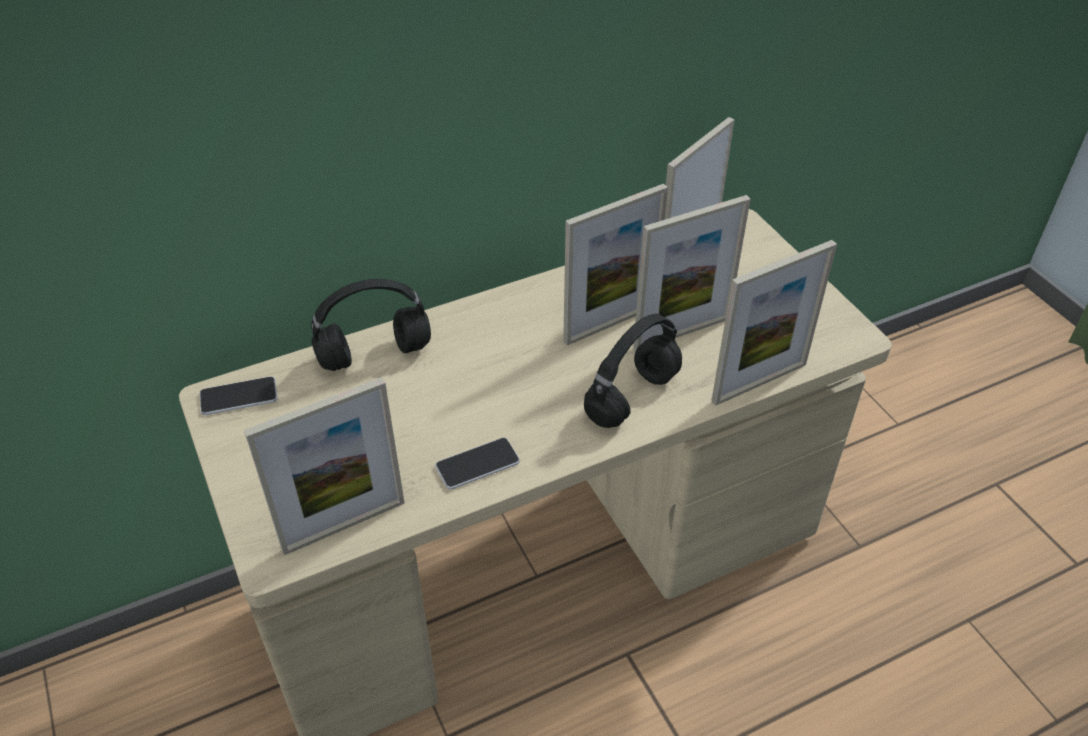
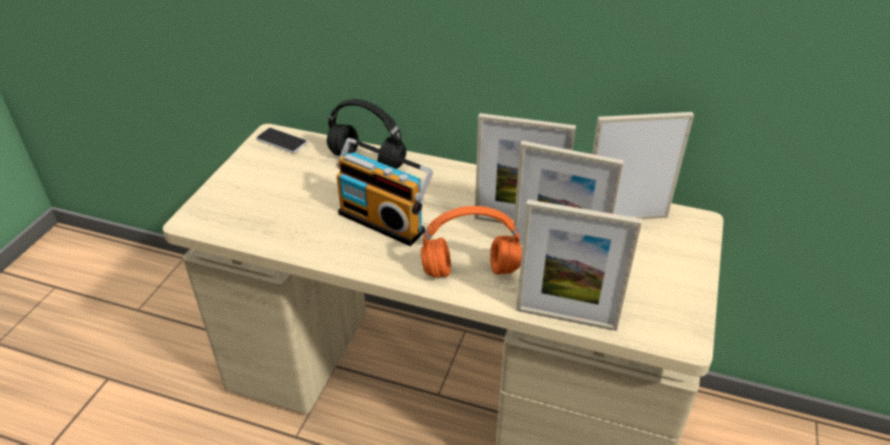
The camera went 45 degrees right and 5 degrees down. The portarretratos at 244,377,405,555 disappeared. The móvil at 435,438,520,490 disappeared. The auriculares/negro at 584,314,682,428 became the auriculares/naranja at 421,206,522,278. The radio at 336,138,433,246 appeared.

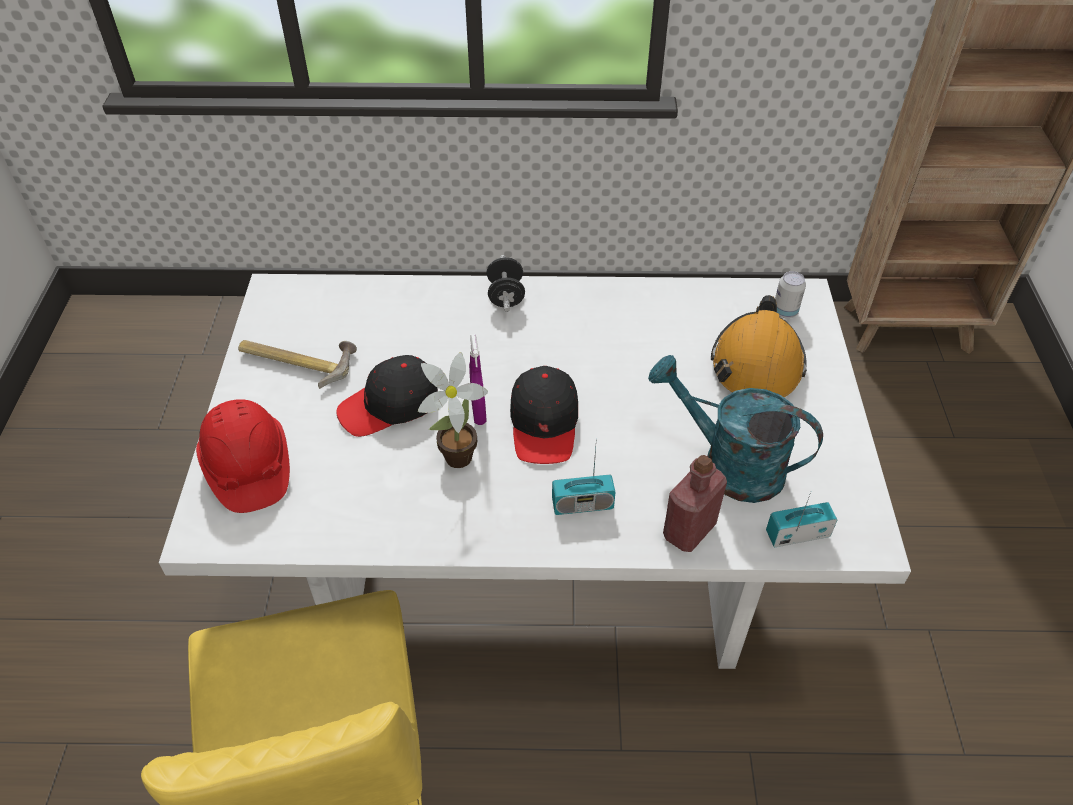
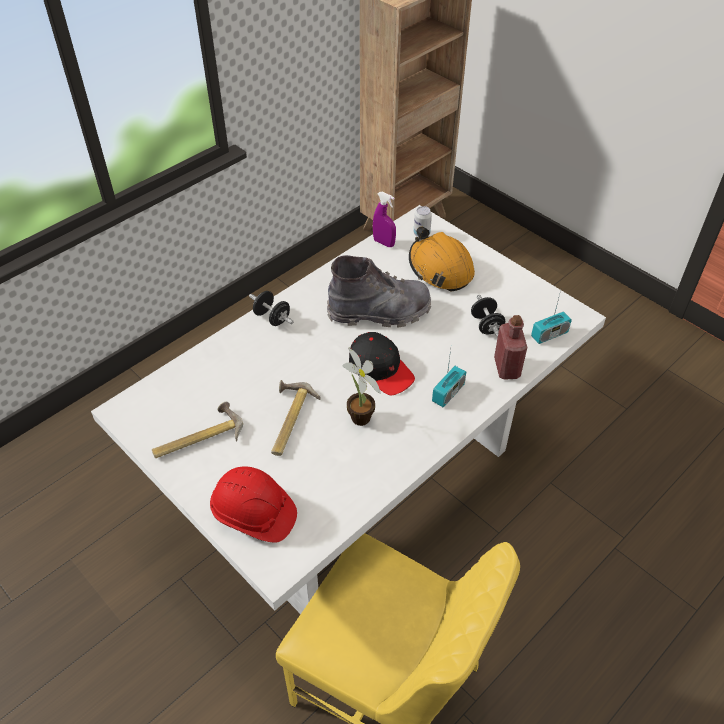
The camera went 45 degrees left and 0 degrees up. The gorra/negro at 336,355,438,437 was replaced by the martillo at 271,380,321,456. The pulverizador/morado moved from 469,334,486,425 to 373,192,396,247. The regadera/turquesa at 648,355,823,503 was replaced by the mancuerna/negro at 471,295,505,338. The radio at 766,492,837,547 turned 150 degrees counterclockwise. The bota/gris at 327,255,431,328 appeared.

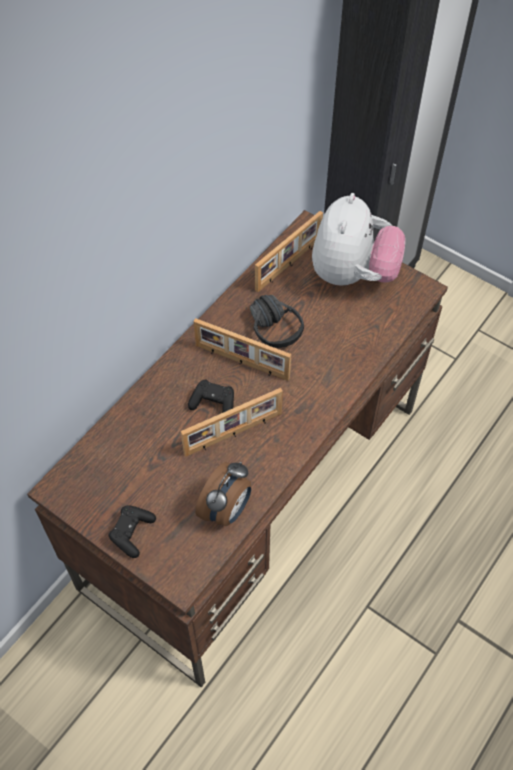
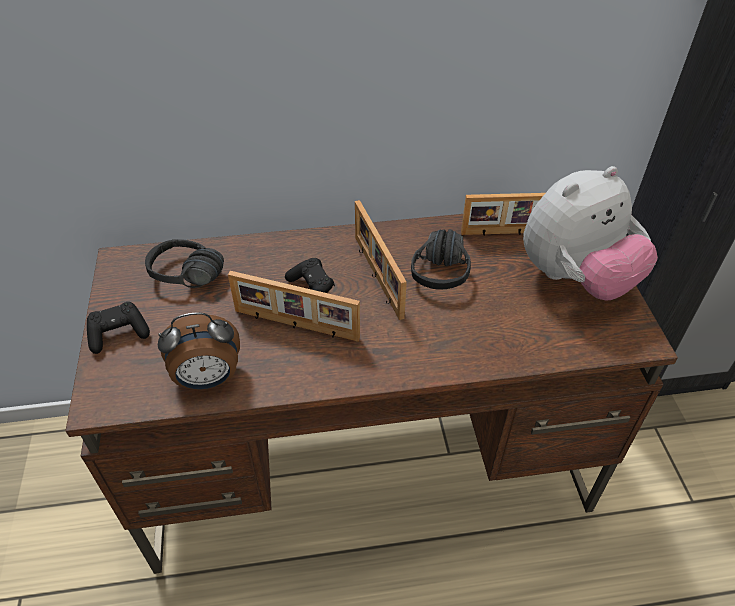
The camera went 45 degrees right and 10 degrees down. The auriculares/negro at 145,239,224,288 appeared.

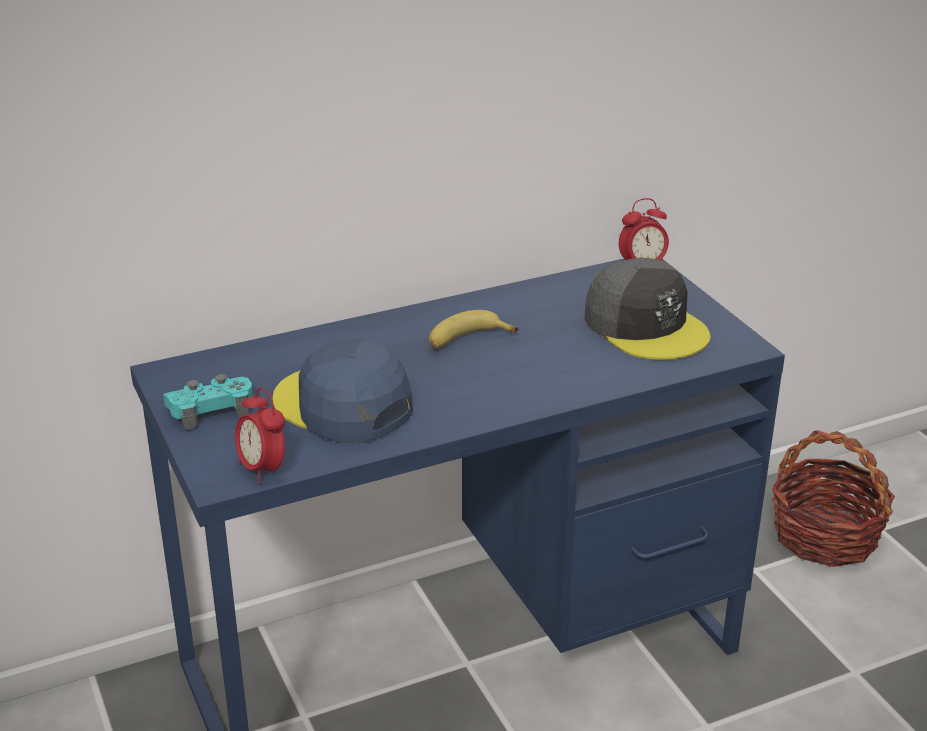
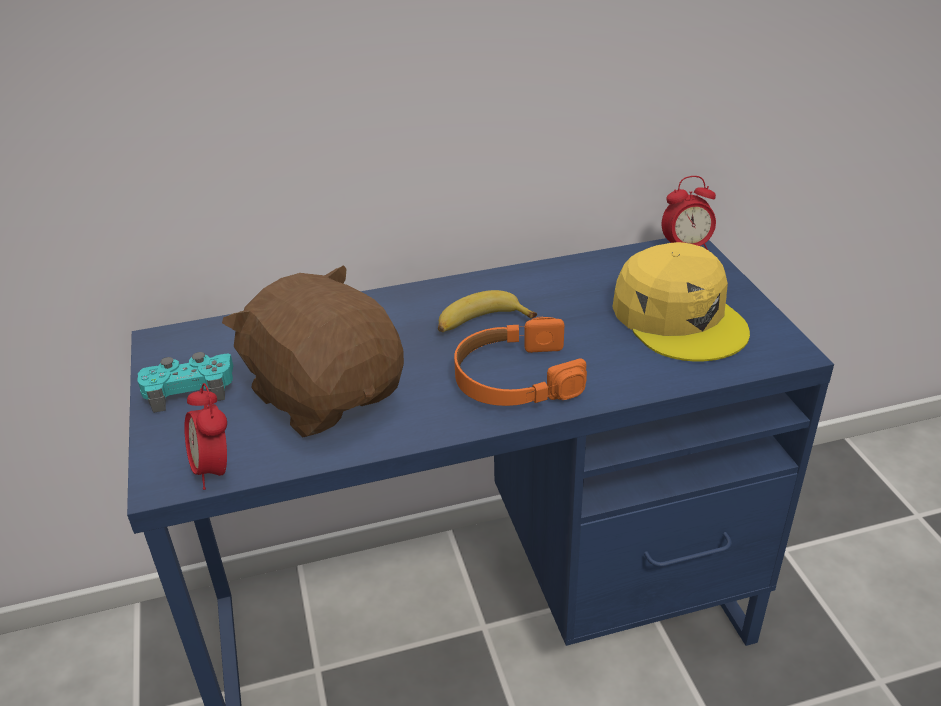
The camera went 10 degrees right and 5 degrees up. The gorra/azul at 273,338,413,443 was replaced by the peluche/marrón at 222,265,404,437. The gorra/gris at 585,257,711,360 became the gorra/amarillo at 613,242,750,362. The cesta at 772,430,895,567 disappeared. The auriculares/naranja at 454,316,587,406 appeared.

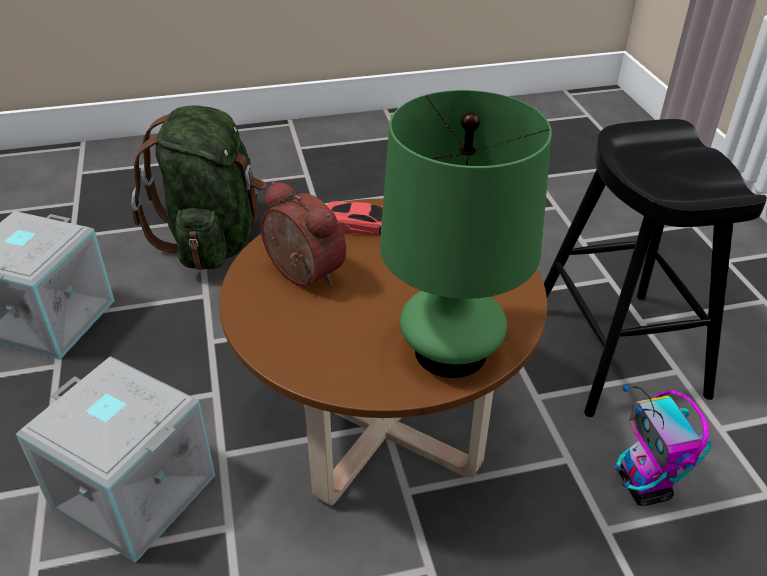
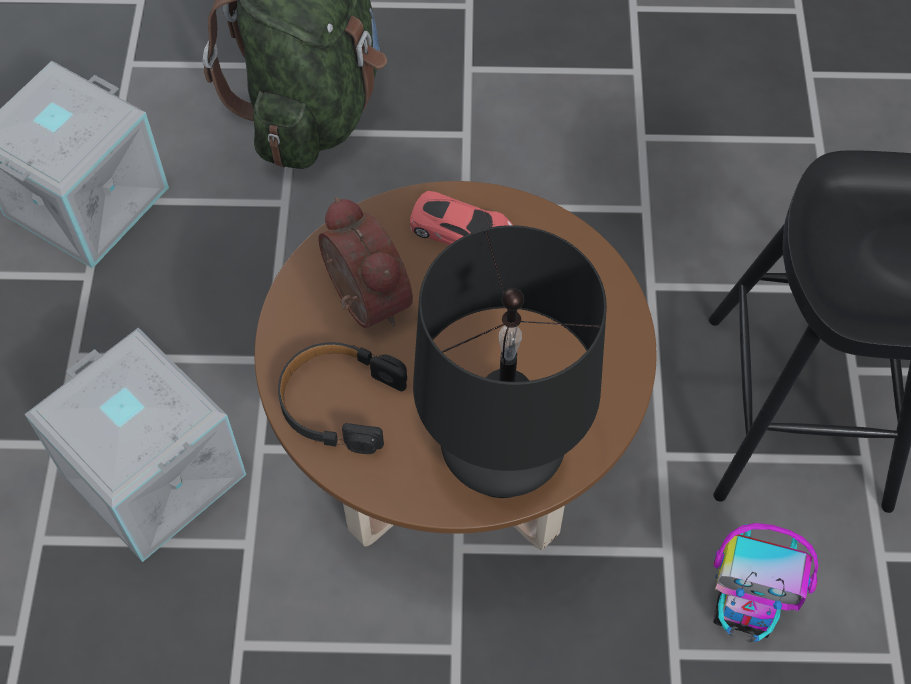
The camera went 15 degrees right and 20 degrees up. The lámpara de mesa/verde at 380,90,552,378 became the lámpara de mesa/negro at 413,225,607,498. The robot de juguete at 615,385,711,506 turned 75 degrees counterclockwise. The auriculares/negro at 278,342,407,454 appeared.

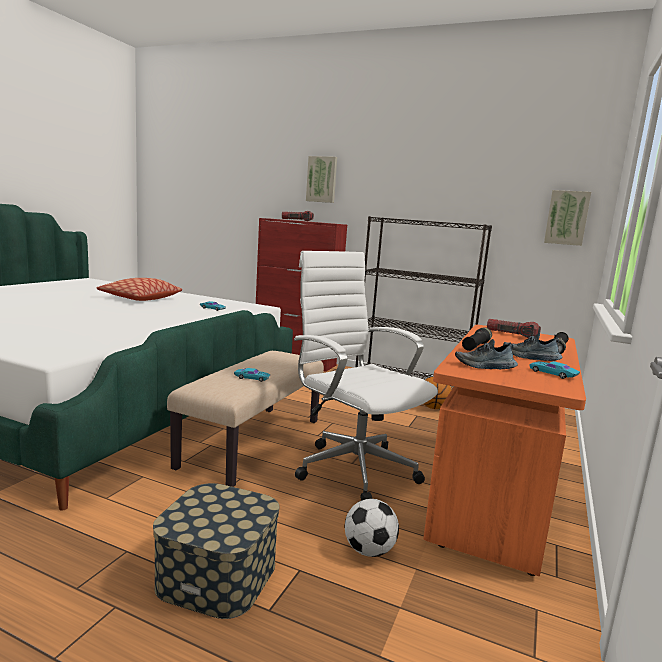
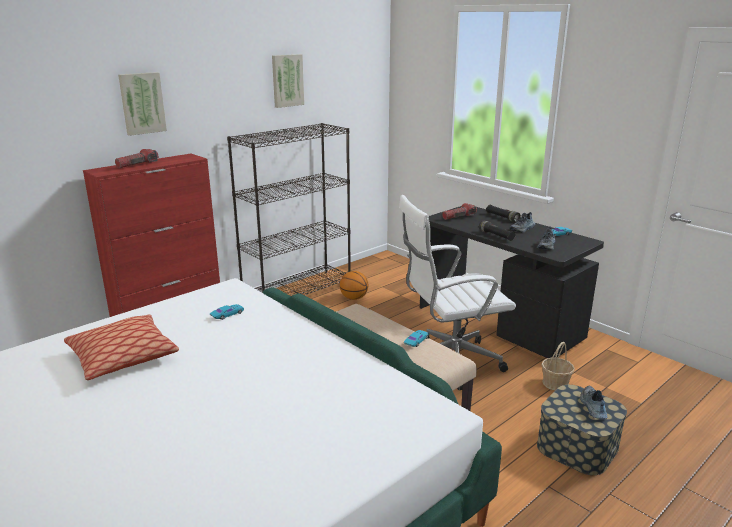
The camera went 65 degrees left and 10 degrees up. The balón de fútbol at 345,499,399,557 was replaced by the cesta at 541,342,575,390. The escritorio/naranja at 423,325,586,577 became the escritorio/negro at 420,206,604,358. The cuadro moved from 544,190,591,246 to 272,54,304,108. The zapato at 580,385,608,419 appeared.

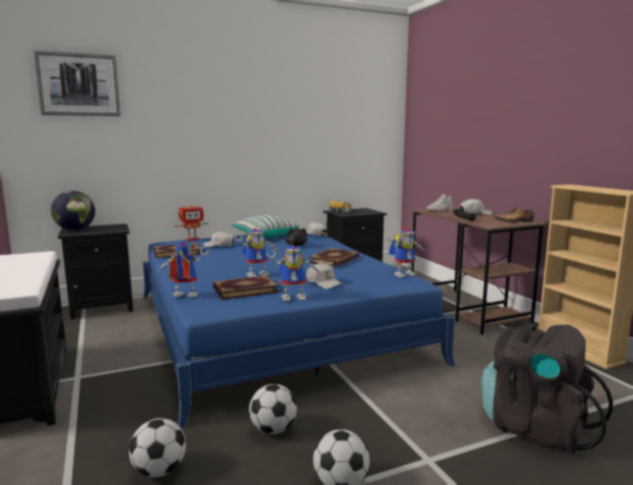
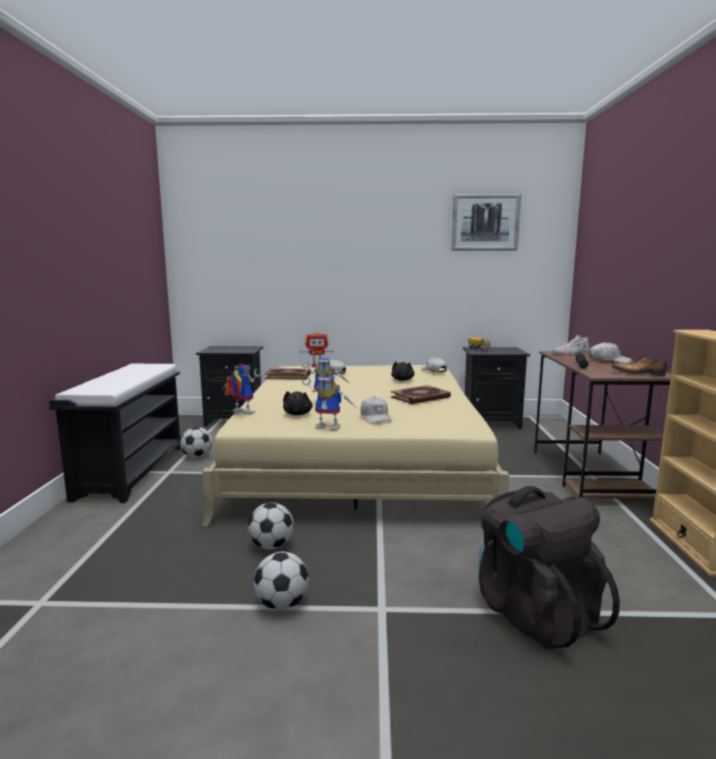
The camera went 25 degrees right and 0 degrees up. The cuadro moved from 33,50,121,116 to 451,194,521,251. The globo terráqueo at 51,191,95,231 disappeared. The balón de fútbol moved from 129,418,186,477 to 180,427,212,458. The cama/azul at 143,229,456,428 became the cama/beis at 202,365,509,527. The libro at 213,275,279,300 was replaced by the peluche/negro at 283,391,313,415. The cojín at 231,215,300,238 disappeared. The robot de juguete at 387,228,425,278 disappeared.

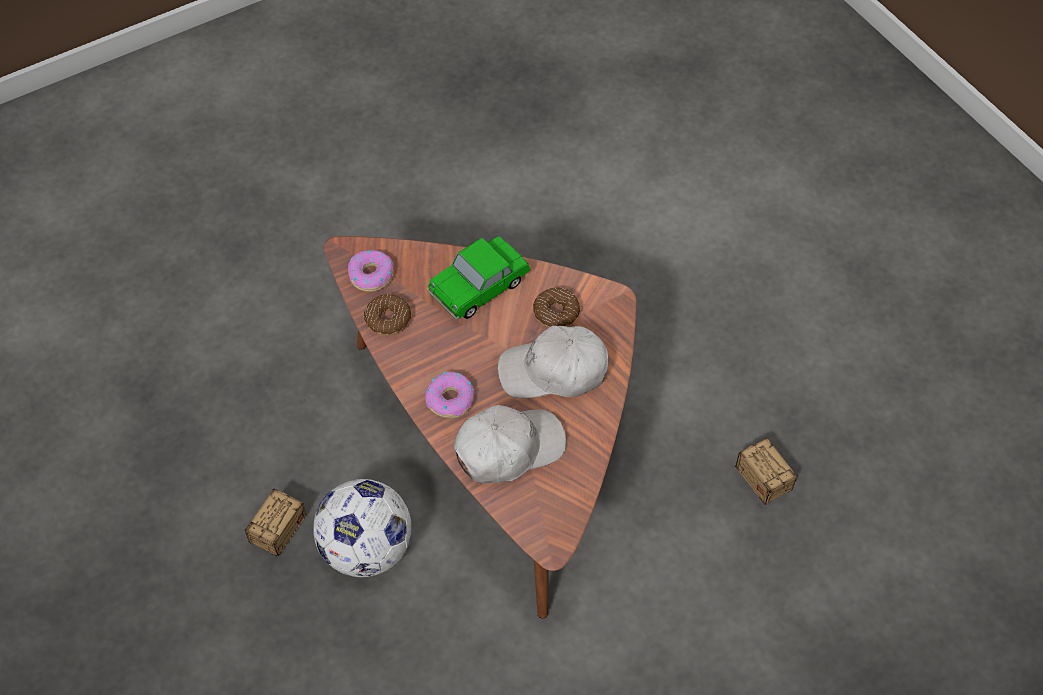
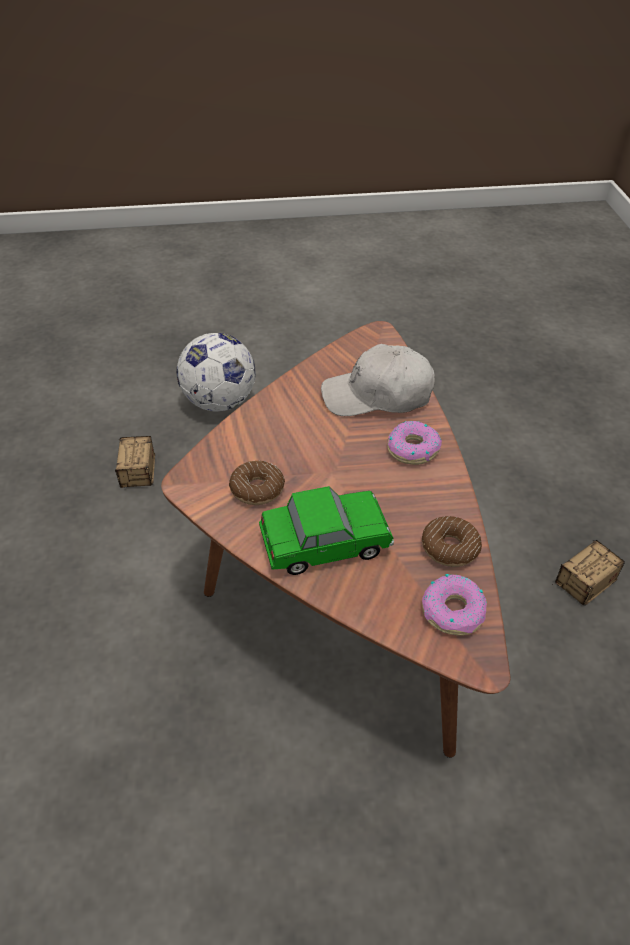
The camera went 155 degrees left and 10 degrees down. The balón de fútbol moved from 313,479,411,577 to 177,333,256,412. The gorra/blanco at 498,326,608,398 disappeared.

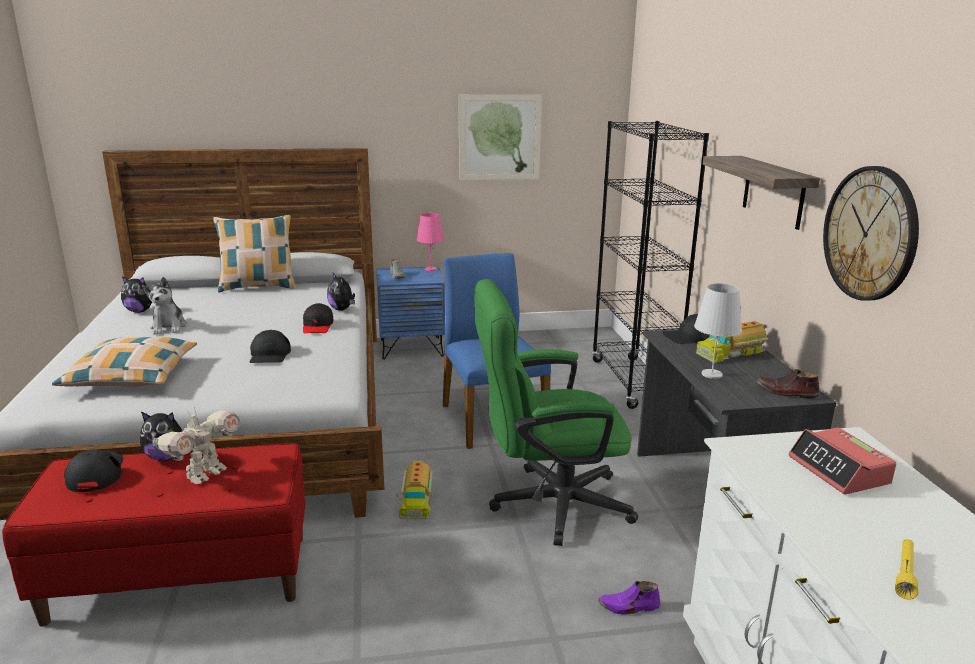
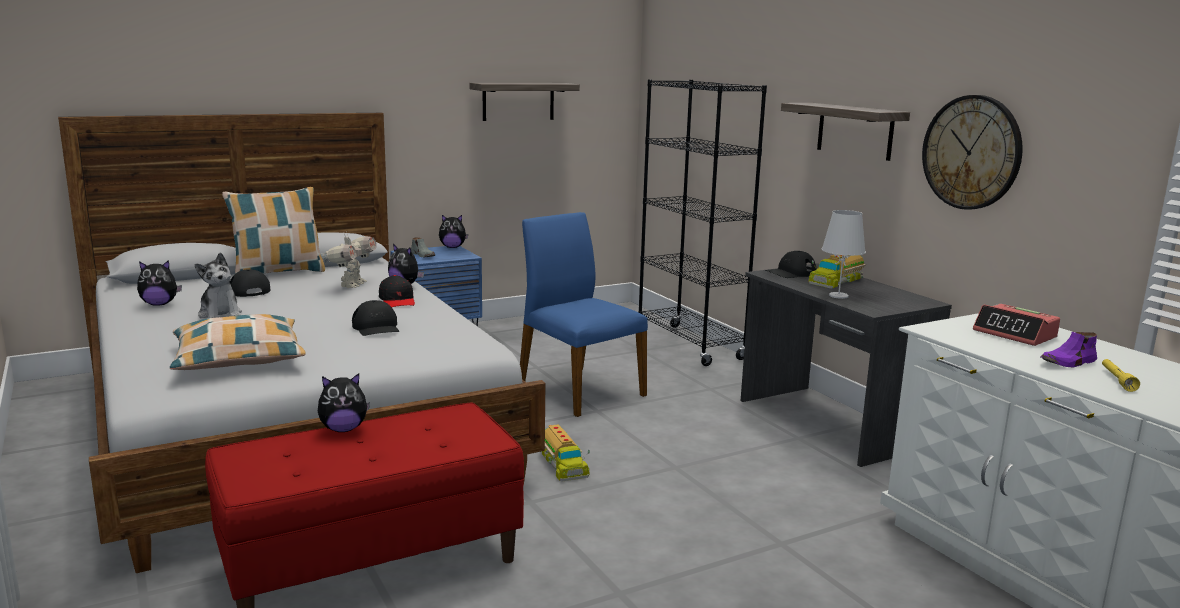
The camera went 20 degrees left and 5 degrees down. The gorra/negro moved from 64,450,123,492 to 230,269,270,297. The robot de juguete moved from 152,407,240,484 to 321,231,377,288. The lámpara de mesa/rosa at 416,213,444,271 was replaced by the peluche at 439,215,468,248. The cuadro at 459,95,542,181 was replaced by the estante at 469,83,580,121. The silla de oficina/verde at 474,279,638,546 disappeared. The zapato/morado moved from 599,581,660,615 to 1041,332,1097,367. The zapato/marrón at 756,369,819,399 disappeared.

